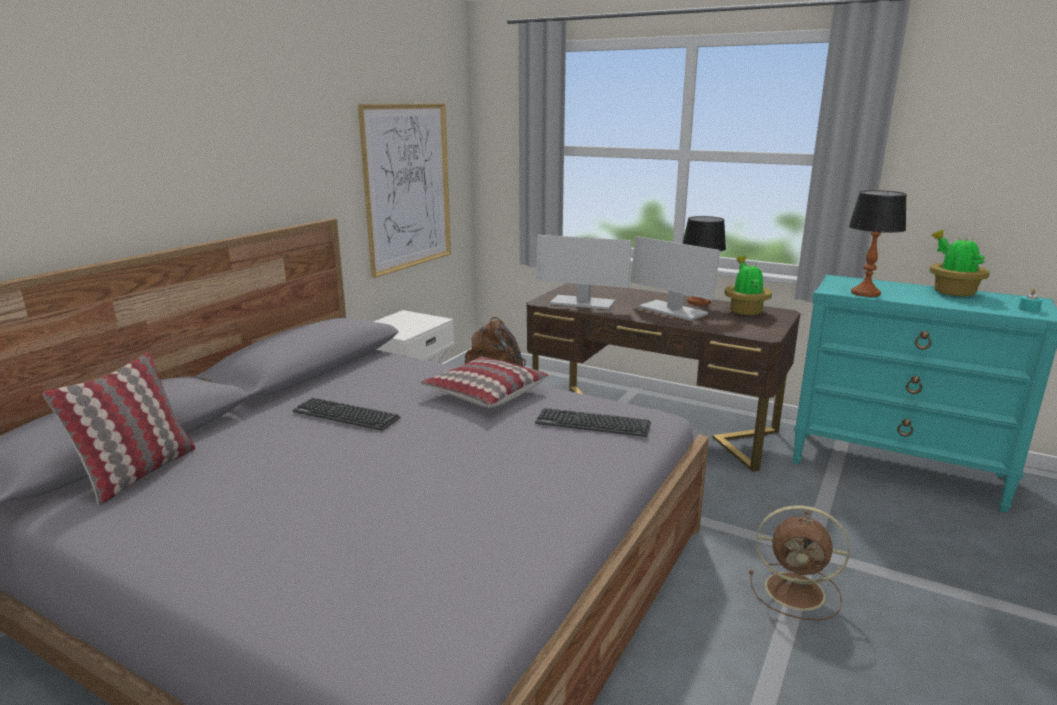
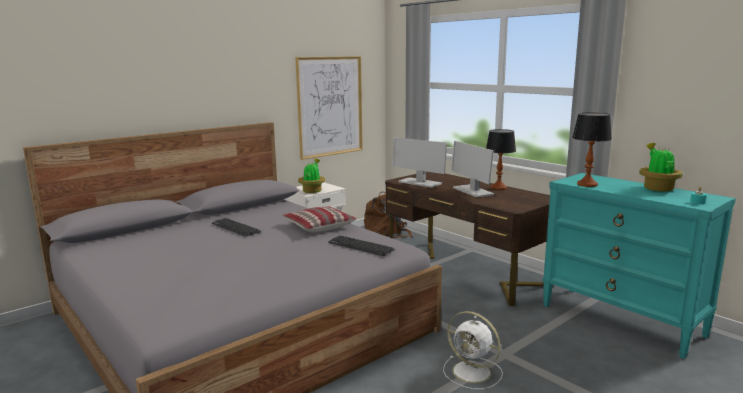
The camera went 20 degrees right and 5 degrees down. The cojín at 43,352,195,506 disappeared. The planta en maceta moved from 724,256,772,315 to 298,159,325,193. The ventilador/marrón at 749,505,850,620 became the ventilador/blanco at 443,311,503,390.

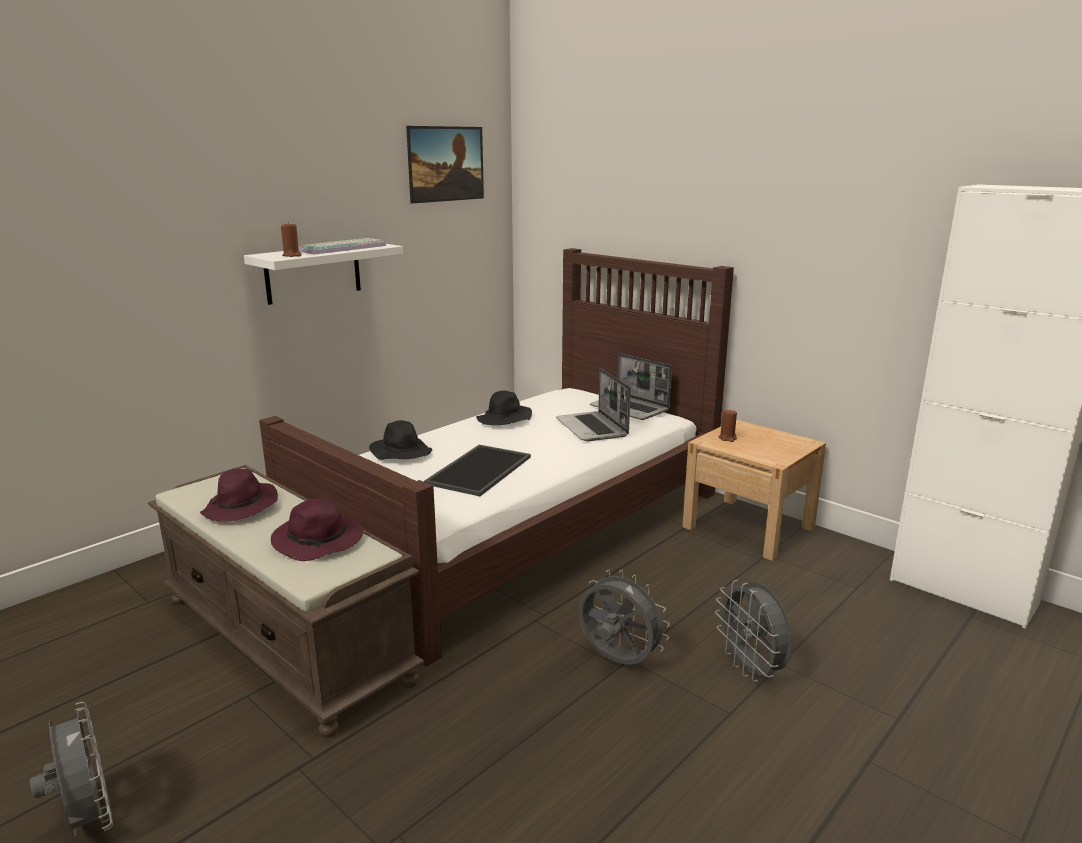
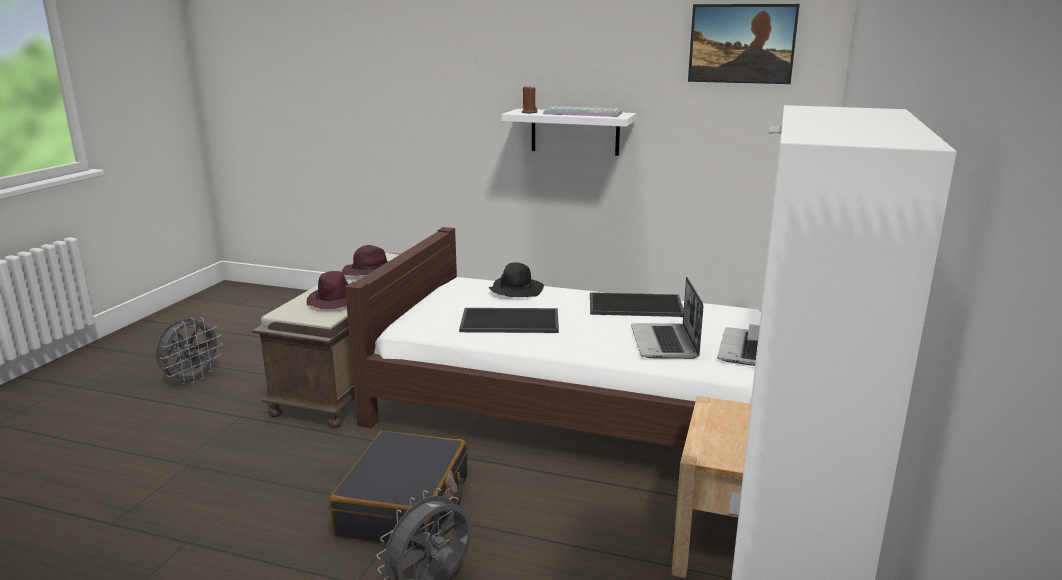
The camera went 65 degrees right and 0 degrees up. The sombrero/negro at 476,391,532,426 was replaced by the bandeja at 590,292,684,317. The portátil at 556,368,631,441 turned 45 degrees counterclockwise. The ventilador/gris at 579,570,670,665 was replaced by the maleta/negro at 329,431,468,547. The vela/marrón at 719,409,737,442 disappeared.

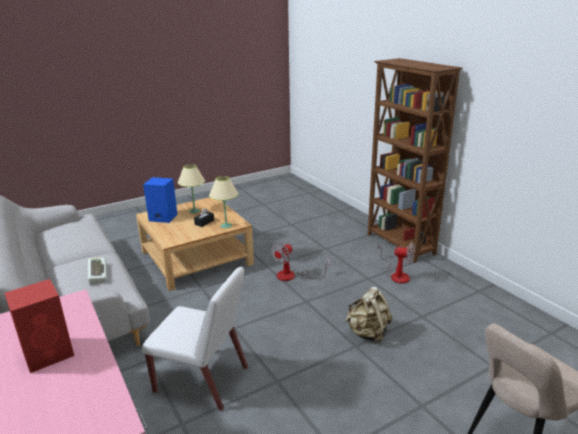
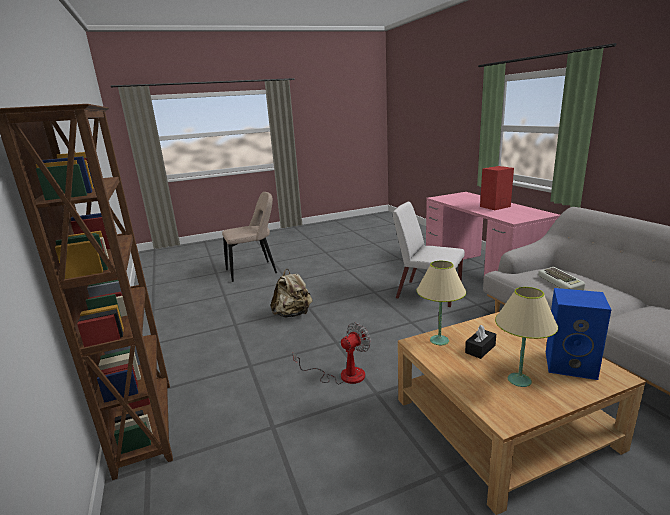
The camera went 170 degrees left and 5 degrees down. The ventilador at 377,242,415,284 disappeared.

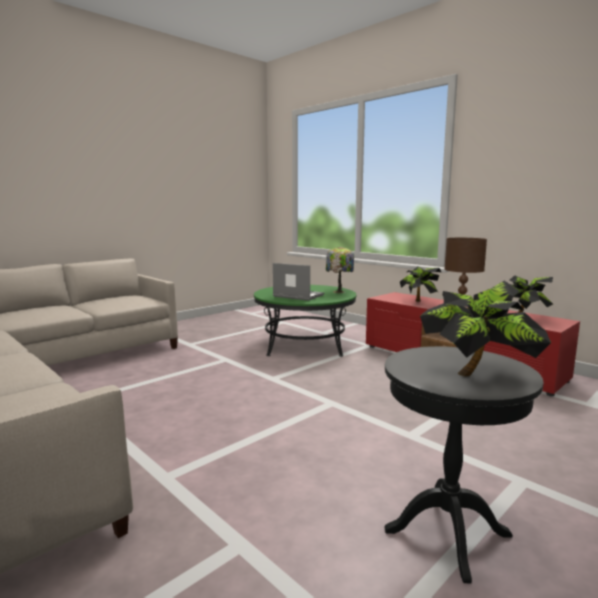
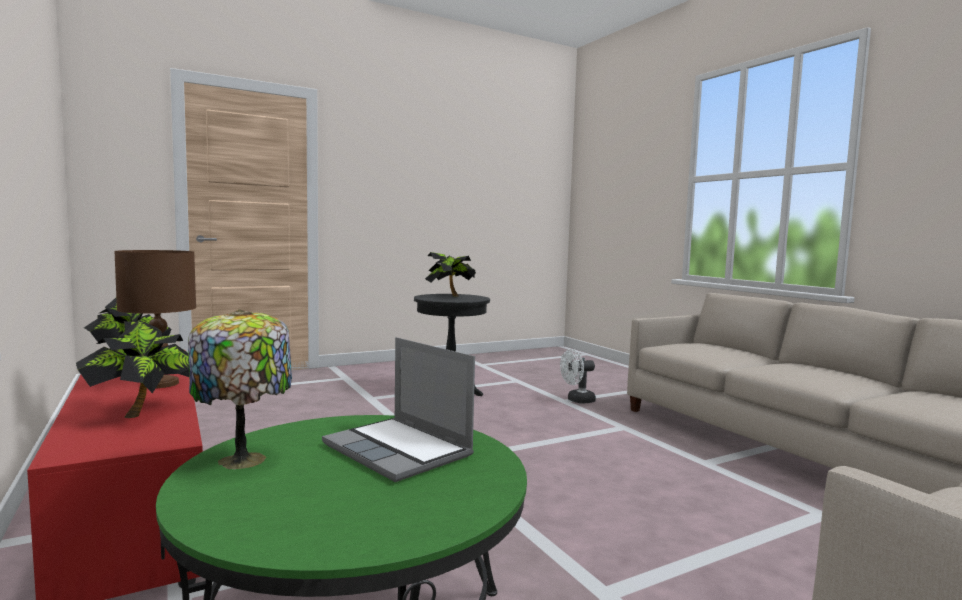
The camera went 165 degrees left and 5 degrees down. The ventilador/blanco at 560,349,596,403 appeared.

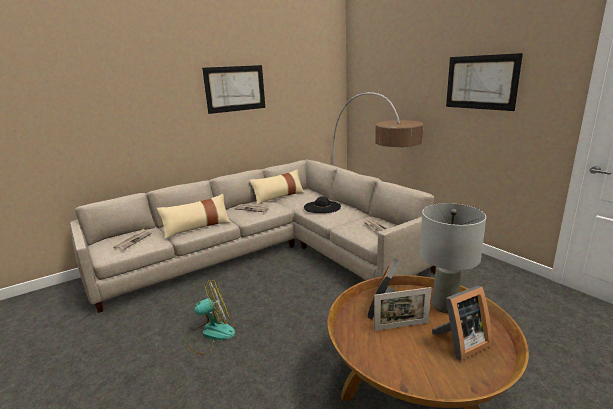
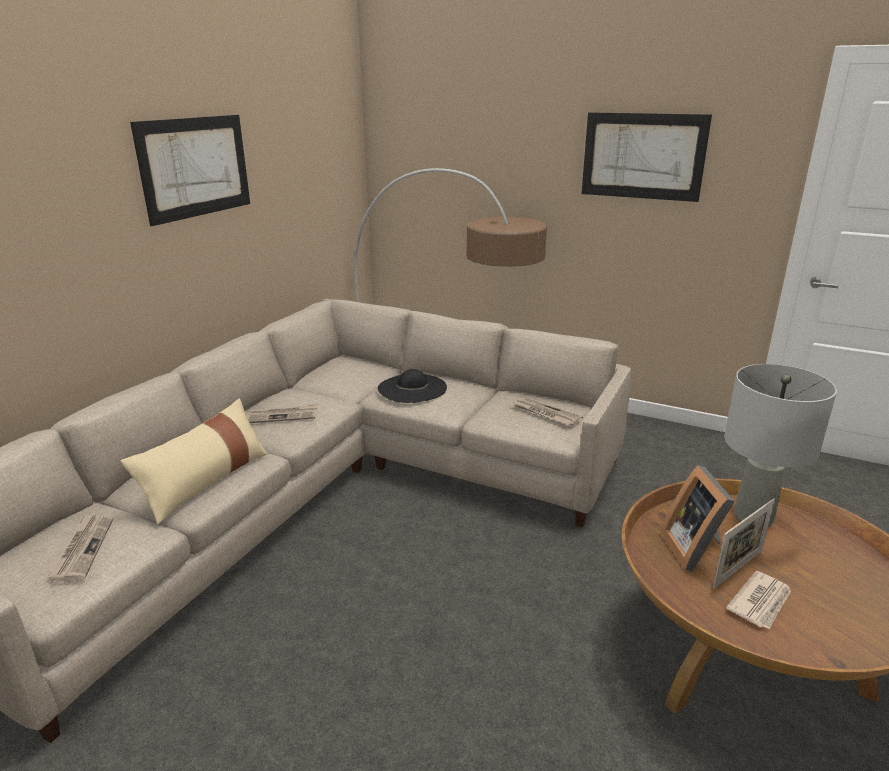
The camera went 30 degrees left and 5 degrees up. The ventilador at 185,280,235,355 disappeared. The cojín/beis at 249,170,305,205 disappeared. The portarretratos at 432,286,493,360 disappeared. The periódico at 726,571,791,629 appeared.

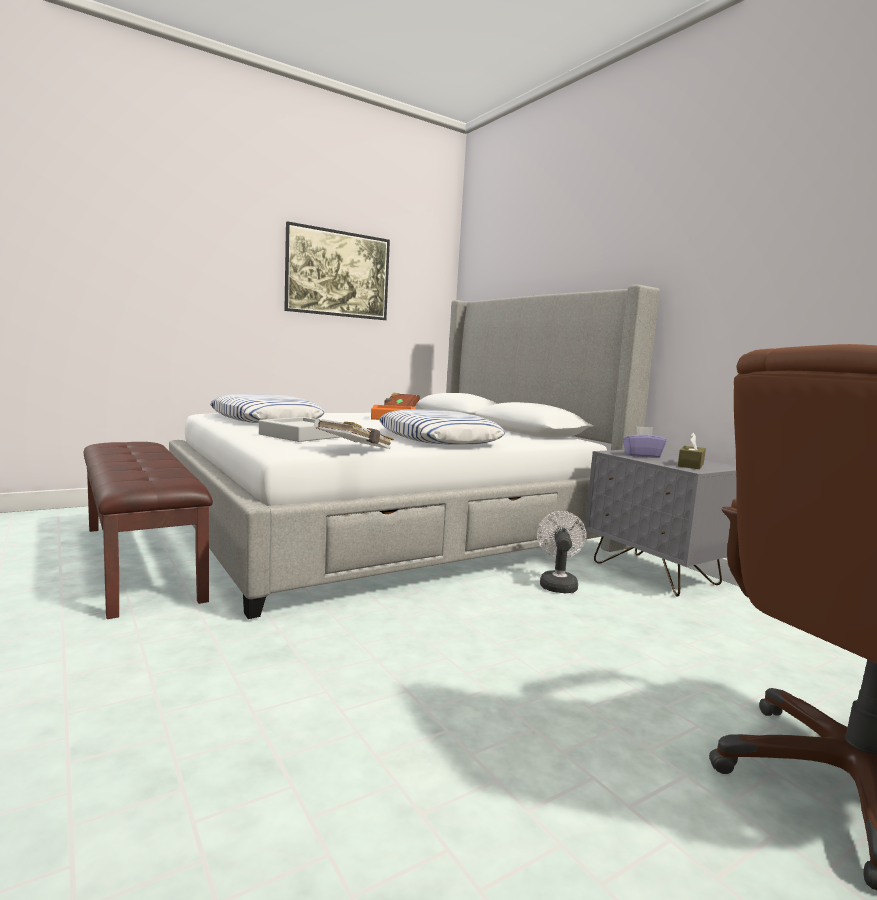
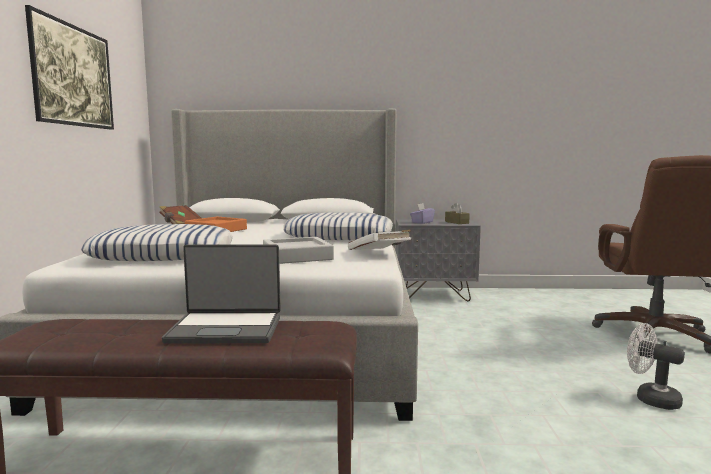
The camera went 55 degrees left and 0 degrees up. The ventilador/blanco moved from 537,511,586,593 to 627,323,685,410. The portátil at 162,244,281,344 appeared.

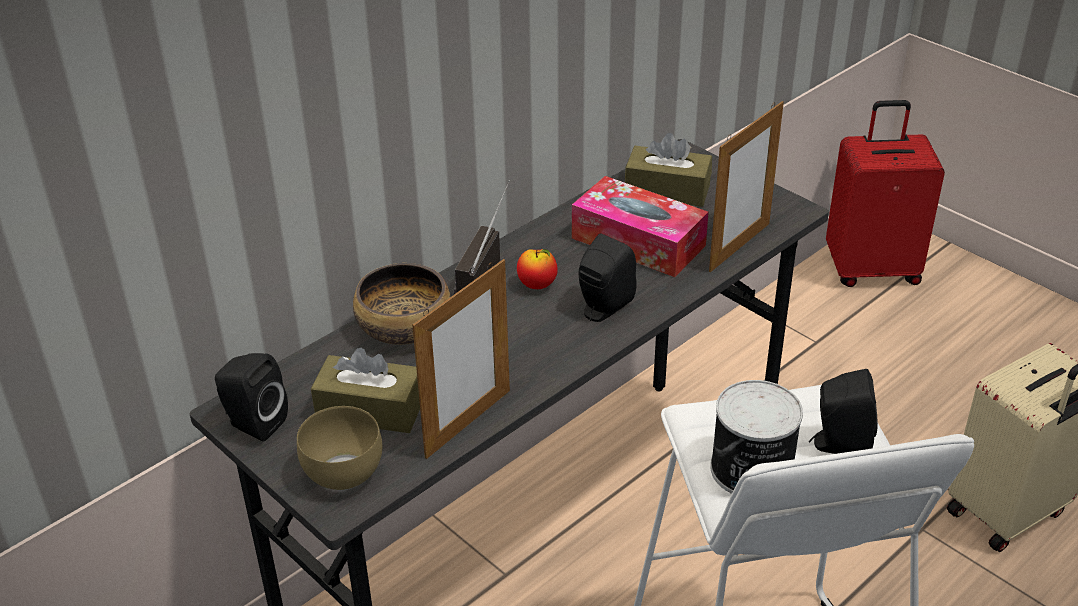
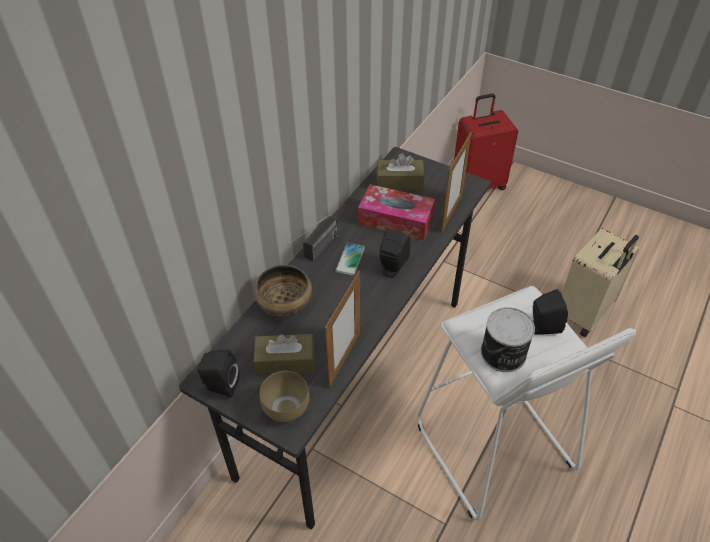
The camera went 15 degrees left and 10 degrees up. The radio at 454,180,510,294 turned 150 degrees counterclockwise. The manzana at 517,249,558,289 was replaced by the móvil at 335,243,365,276.

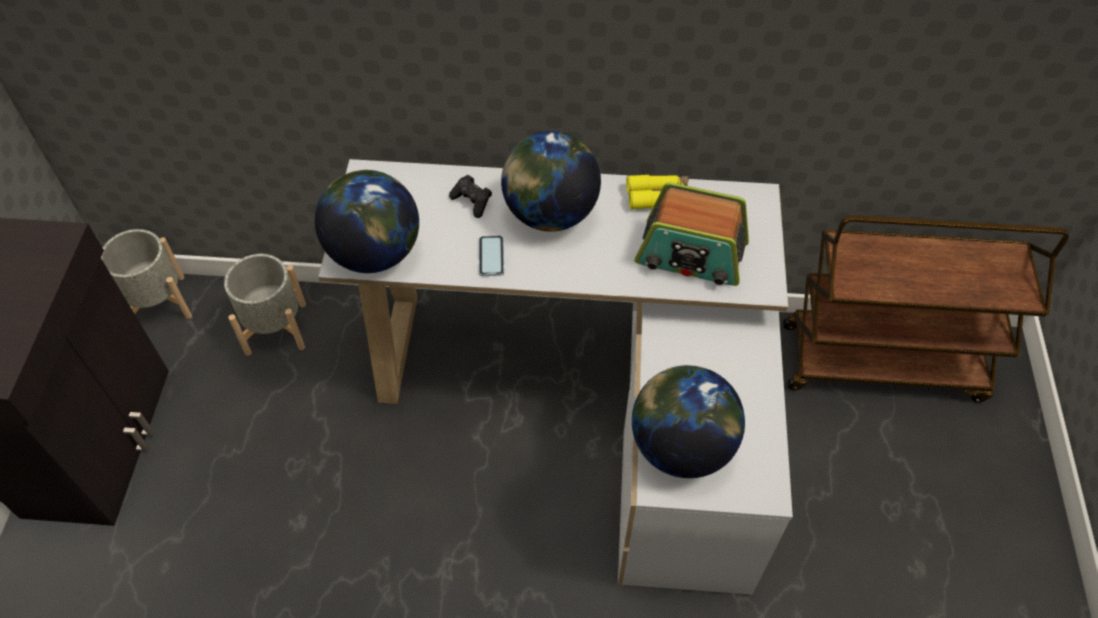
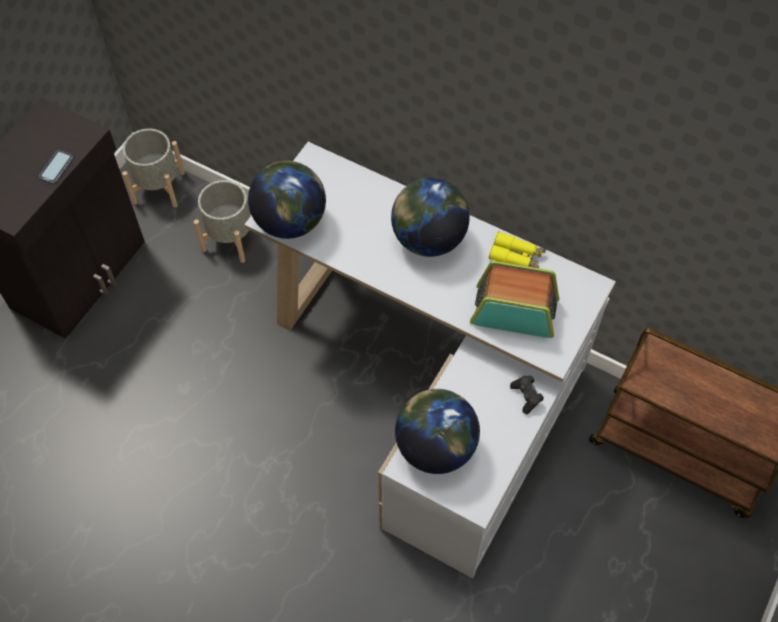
The camera went 25 degrees right and 5 degrees up. The mando de consola/negro moved from 449,175,492,218 to 510,376,544,414. The móvil moved from 479,236,504,276 to 39,150,73,183. The radio at 635,182,749,286 turned 150 degrees clockwise.

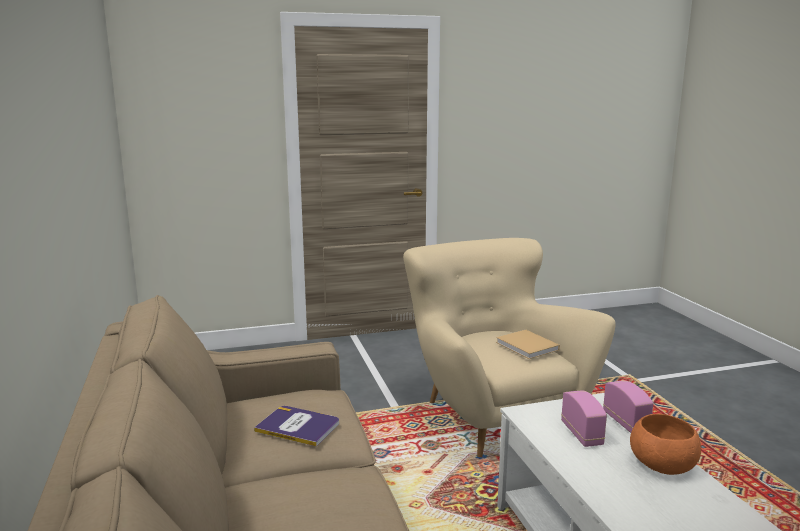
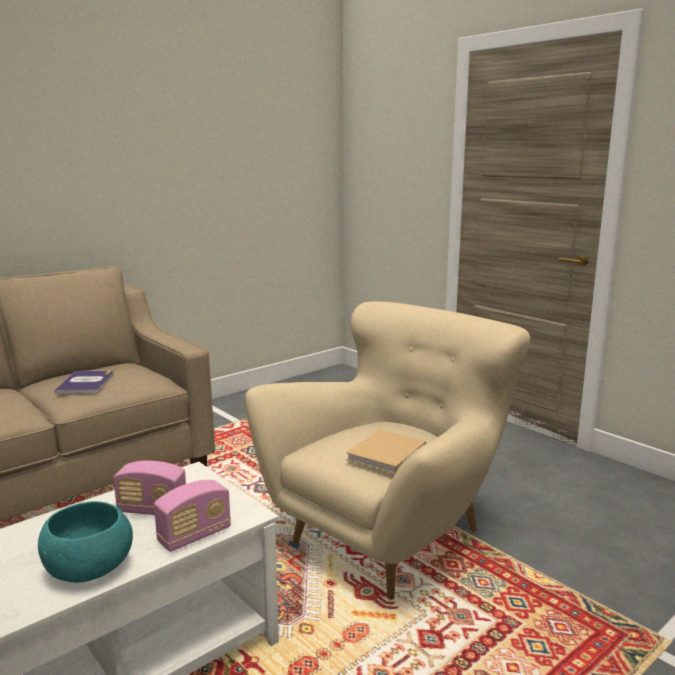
The camera went 65 degrees right and 0 degrees up. The radio at 561,390,607,447 turned 45 degrees clockwise. The cuenco/naranja at 630,414,701,475 became the cuenco/turquesa at 38,501,133,583.

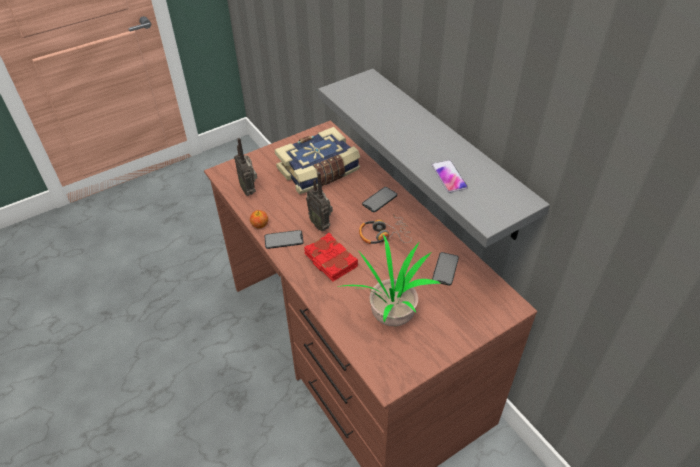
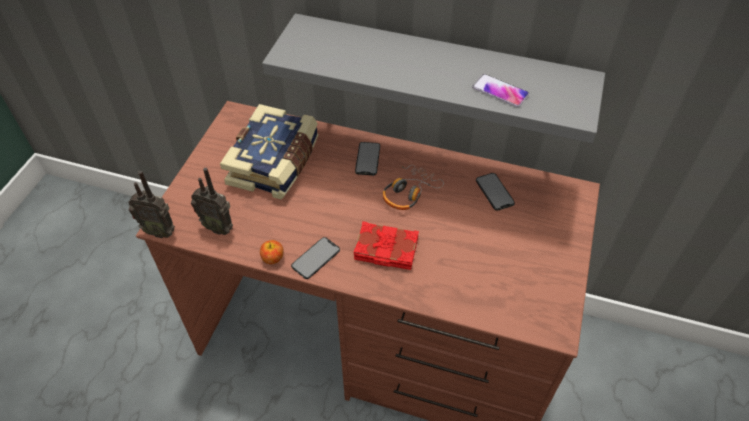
The camera went 40 degrees left and 5 degrees up. The radio moved from 306,172,333,231 to 128,171,175,238. The planta en maceta at 338,235,440,326 disappeared.

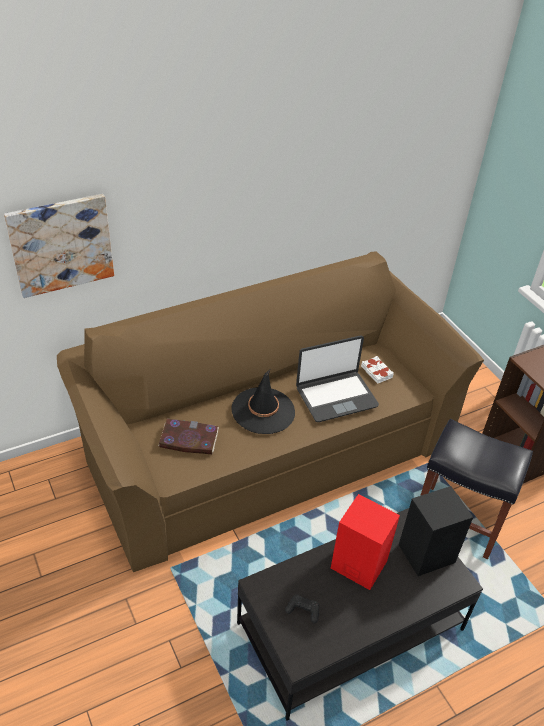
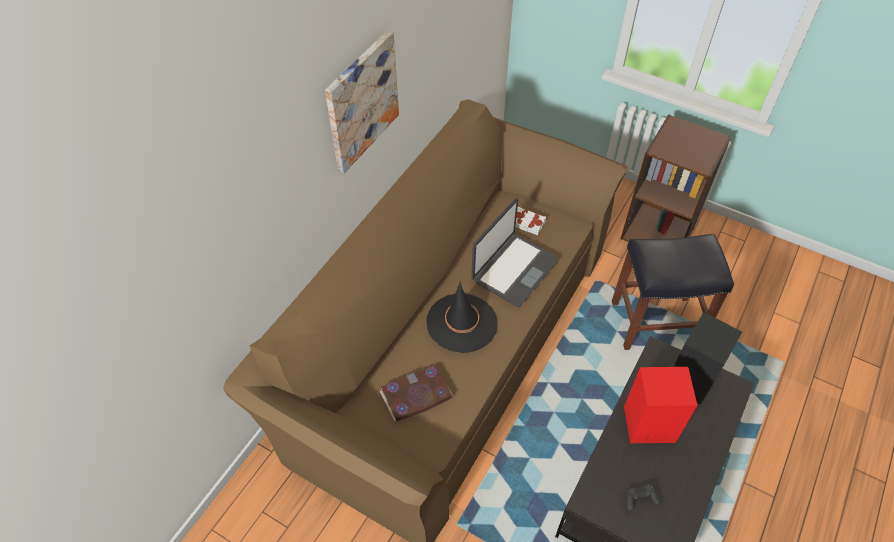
The camera went 30 degrees left and 10 degrees up. The cuadro moved from 4,194,114,298 to 325,30,399,174.

